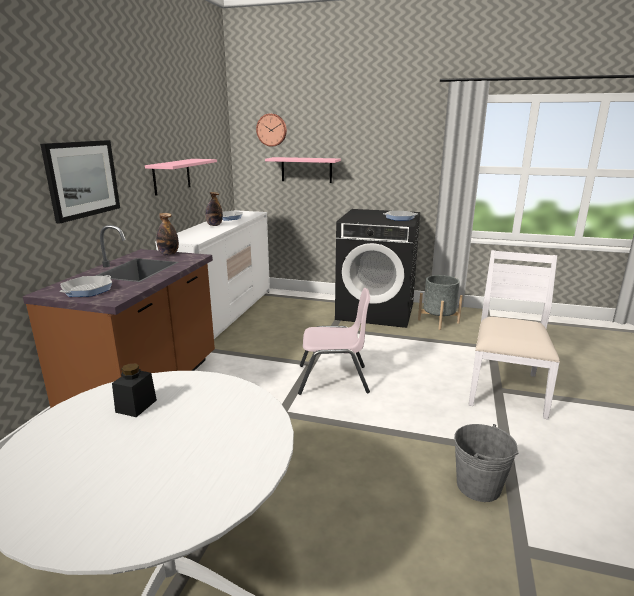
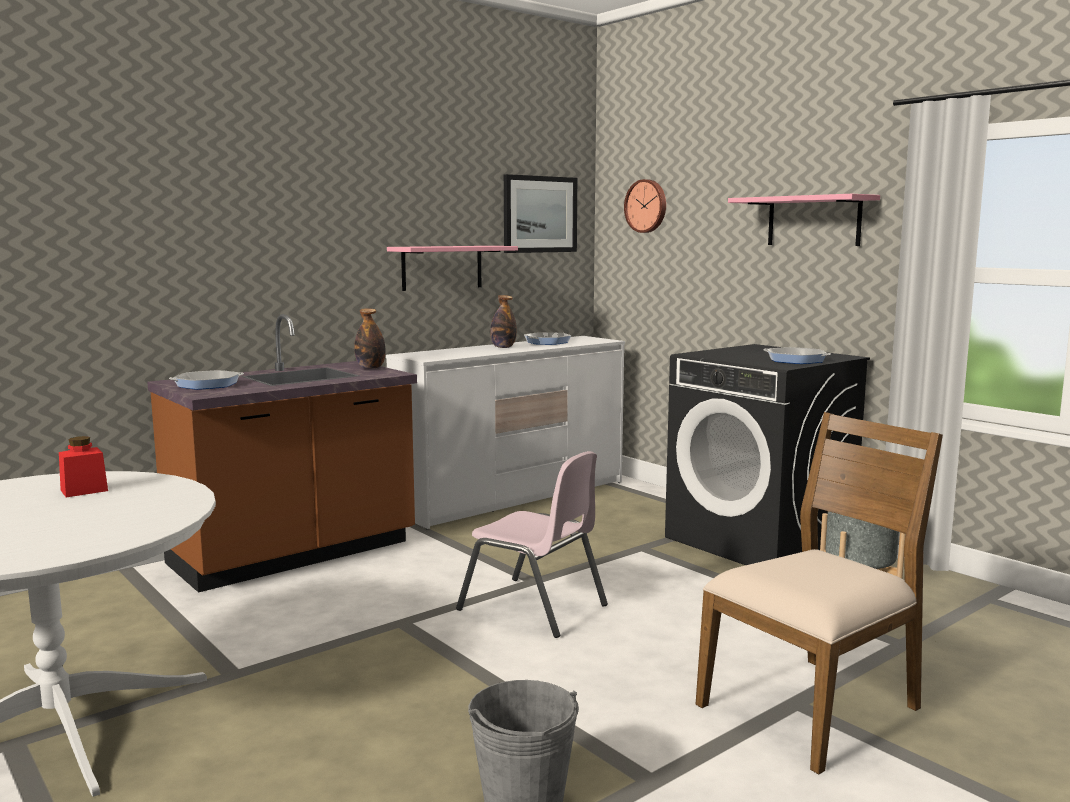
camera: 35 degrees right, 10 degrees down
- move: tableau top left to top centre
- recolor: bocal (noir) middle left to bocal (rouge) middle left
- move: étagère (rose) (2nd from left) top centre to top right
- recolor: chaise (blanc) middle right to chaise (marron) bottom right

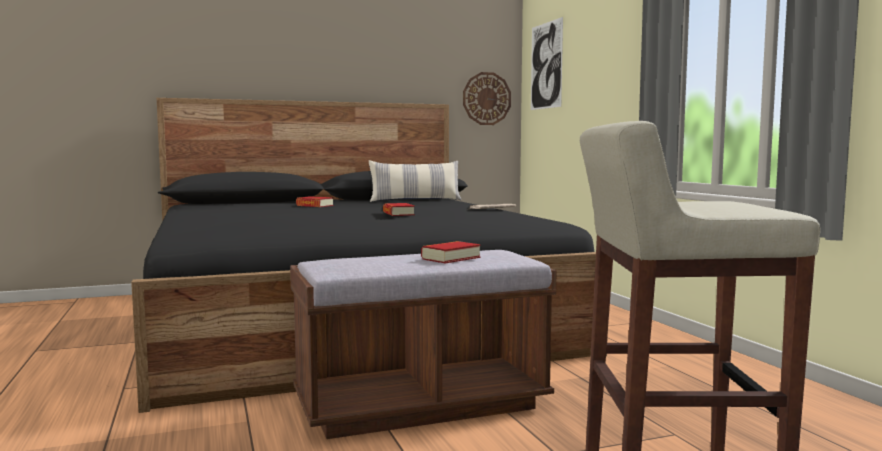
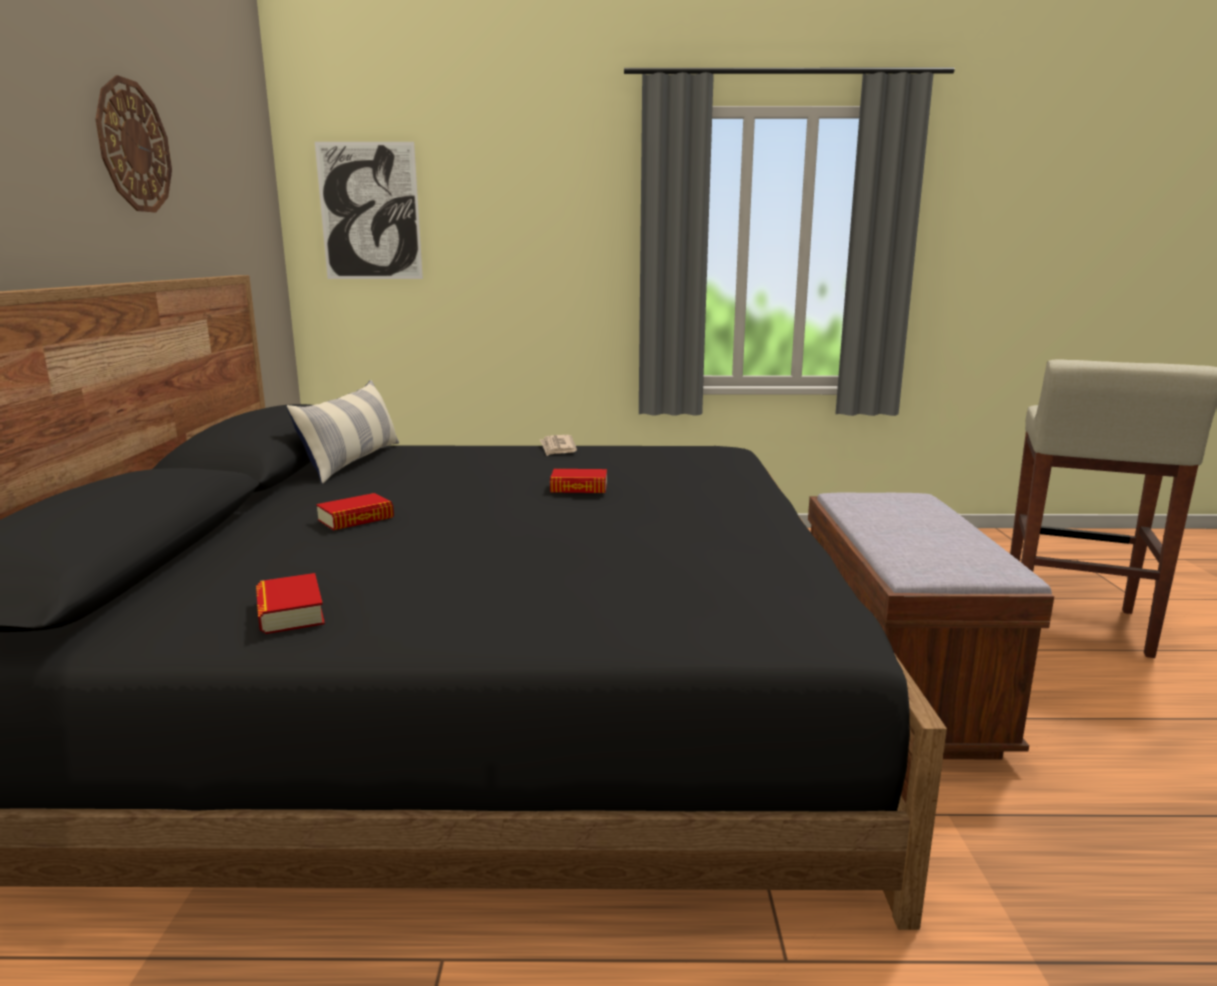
camera: 70 degrees left, 10 degrees up
- move: livre (3rd from left in the first image) centre to livre (1st from left) middle left
- move: horloge murale top centre to top left

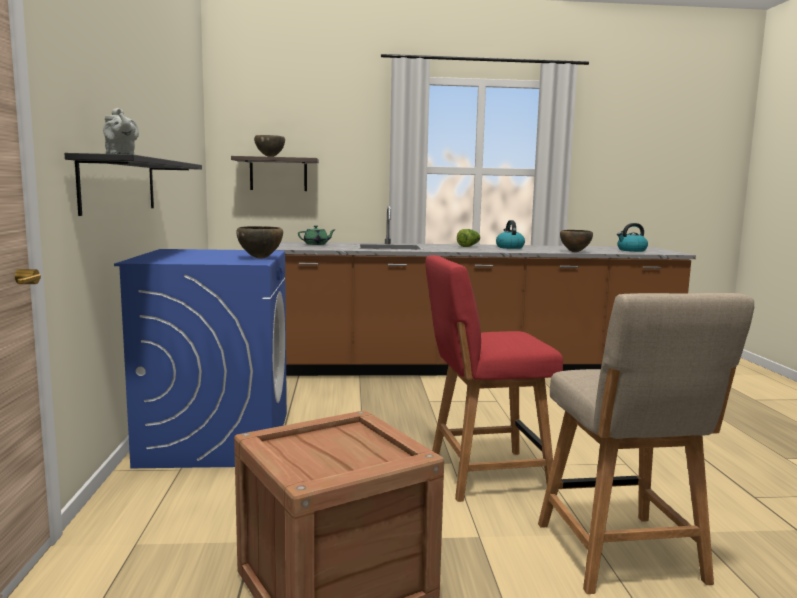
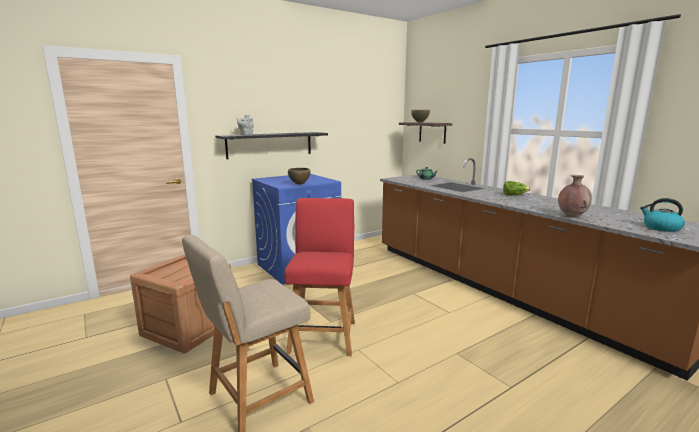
camera: 60 degrees right, 5 degrees up
- rotate: chaise (rouge) centre = centre 45 degrees clockwise
- delete: bouilloire (1st from left) centre
- replace: bol (marron) (3rd from left) middle right to vase (marron) middle right

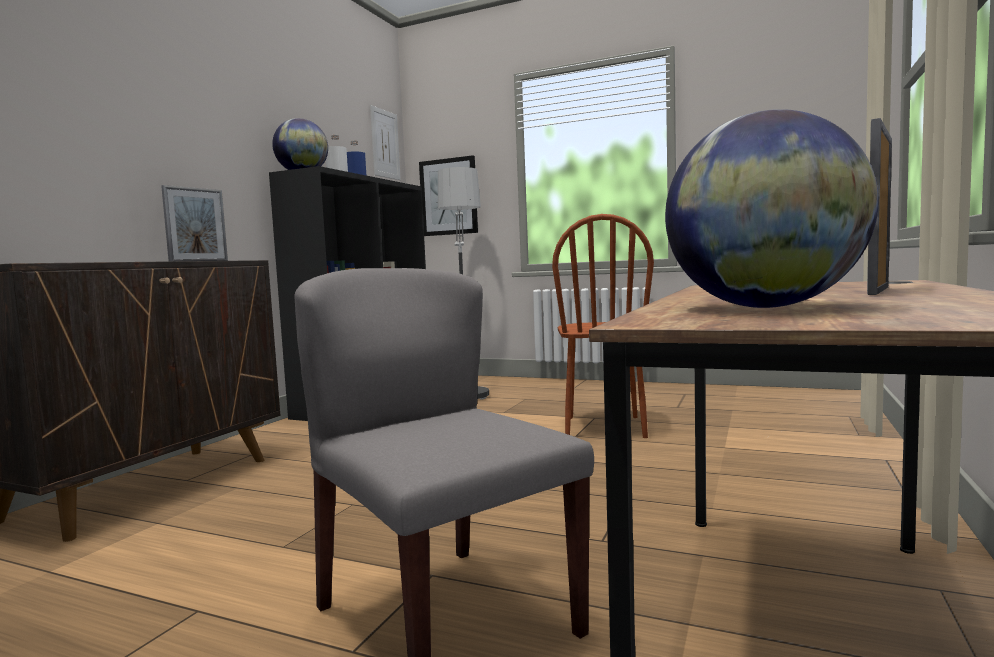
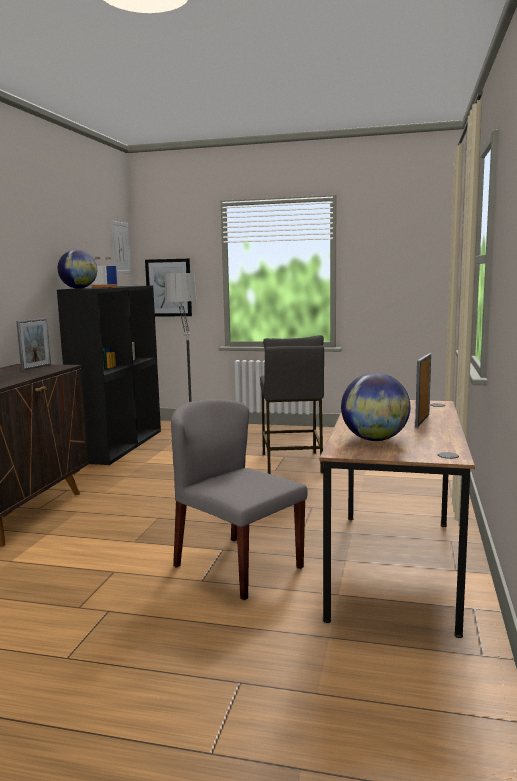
camera: 10 degrees left, 5 degrees up
- replace: chaise (marron) centre to tabouret (gris) centre

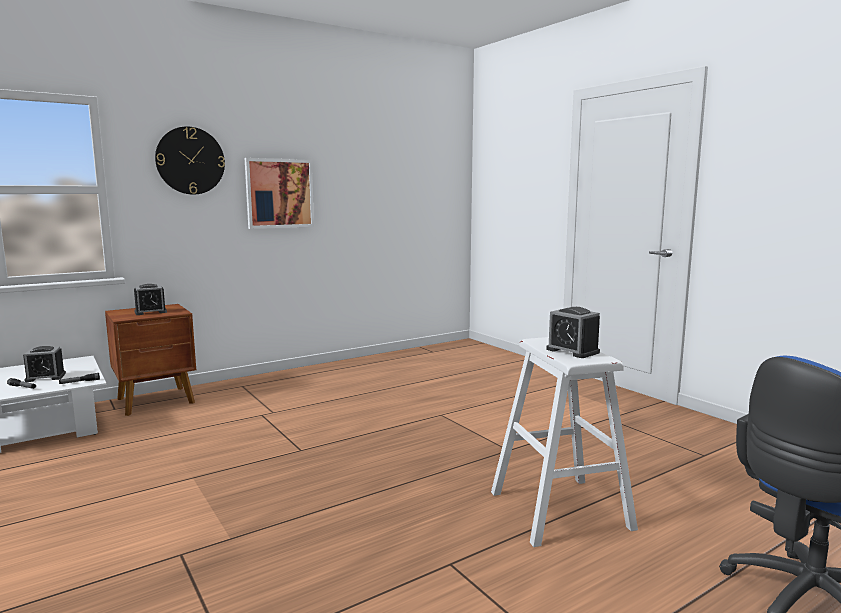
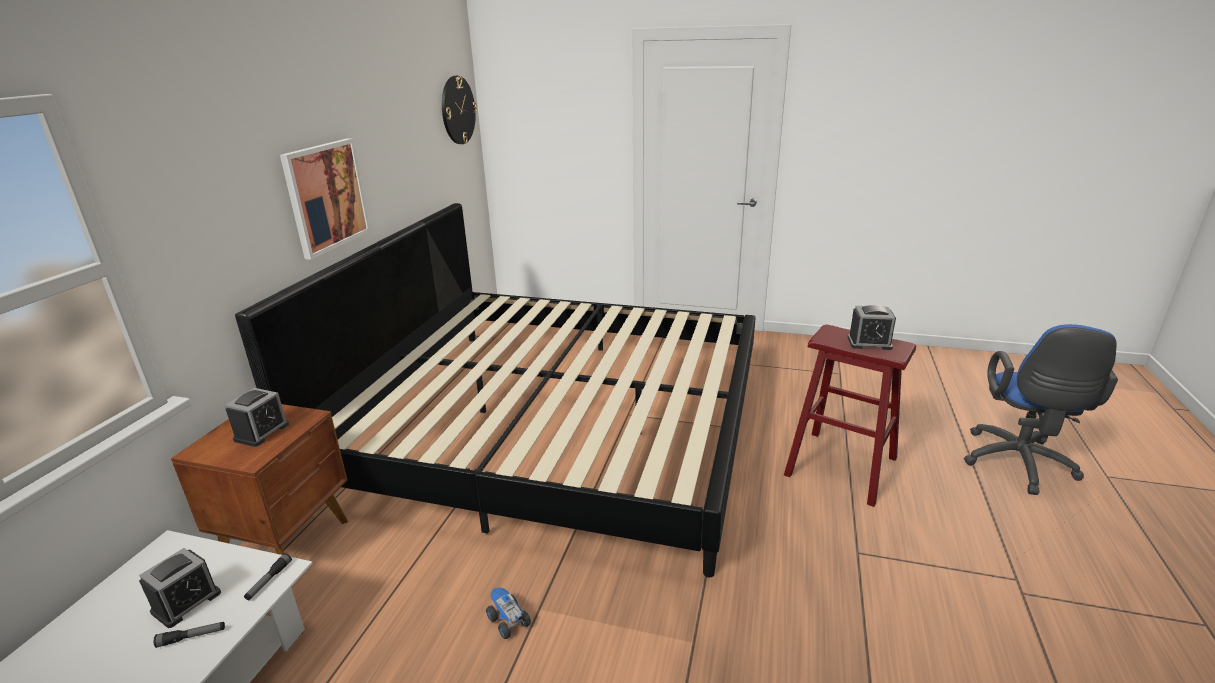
camera: 40 degrees left, 15 degrees up
- move: horloge murale top left to top centre
- recolor: tabouret (blanc) bottom right to tabouret (rouge) middle right
- insert: lit centre
- insert: camion jouet bottom centre

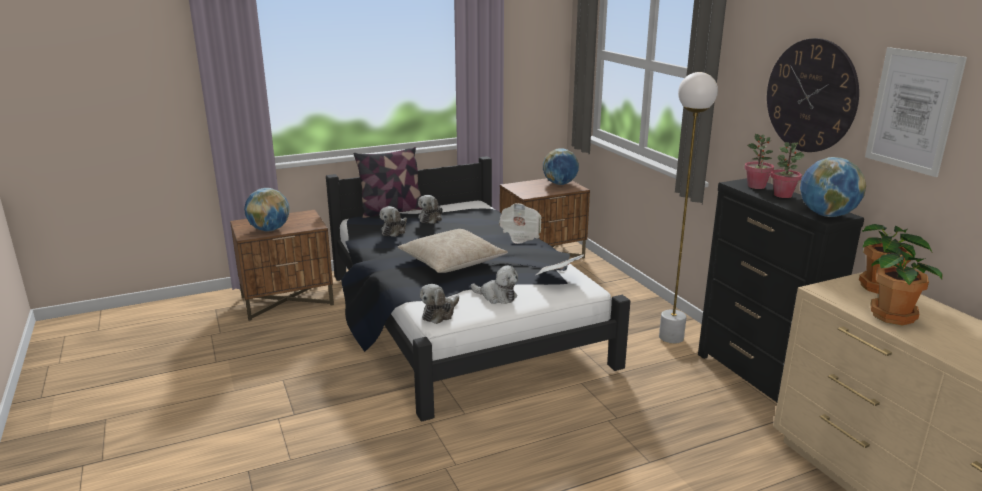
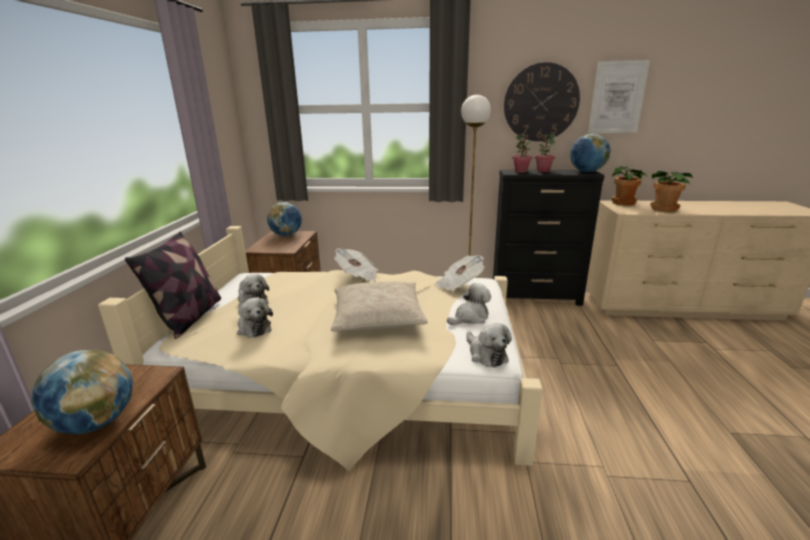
camera: 60 degrees left, 0 degrees up
- recolor: lit (noir) centre to lit (beige) centre

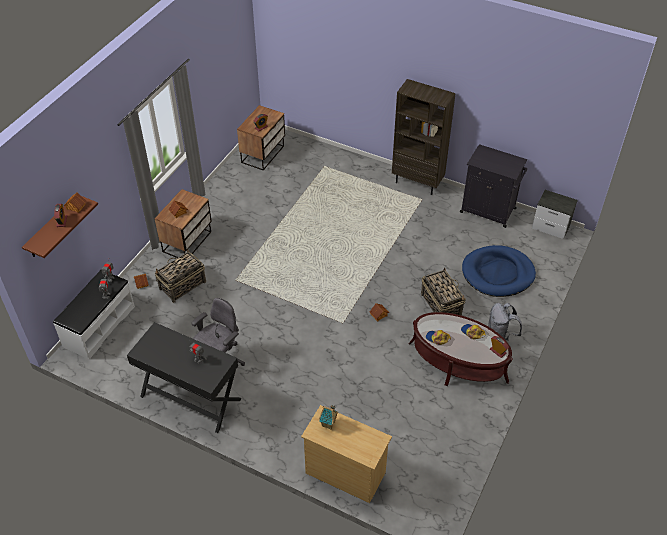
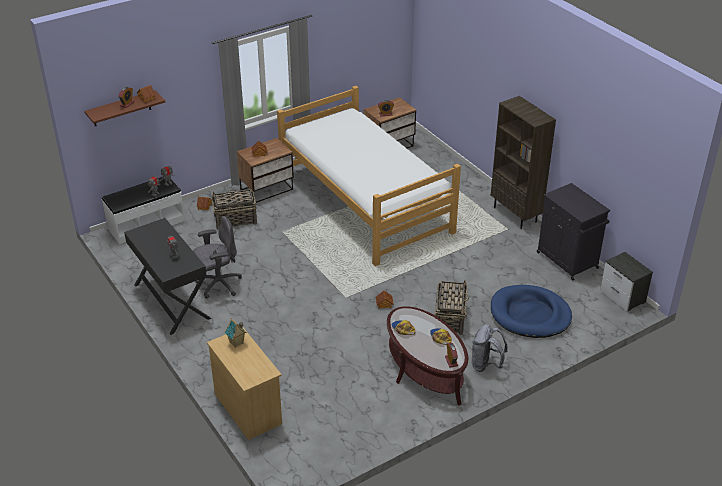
camera: 30 degrees right, 10 degrees down
- insert: lit centre

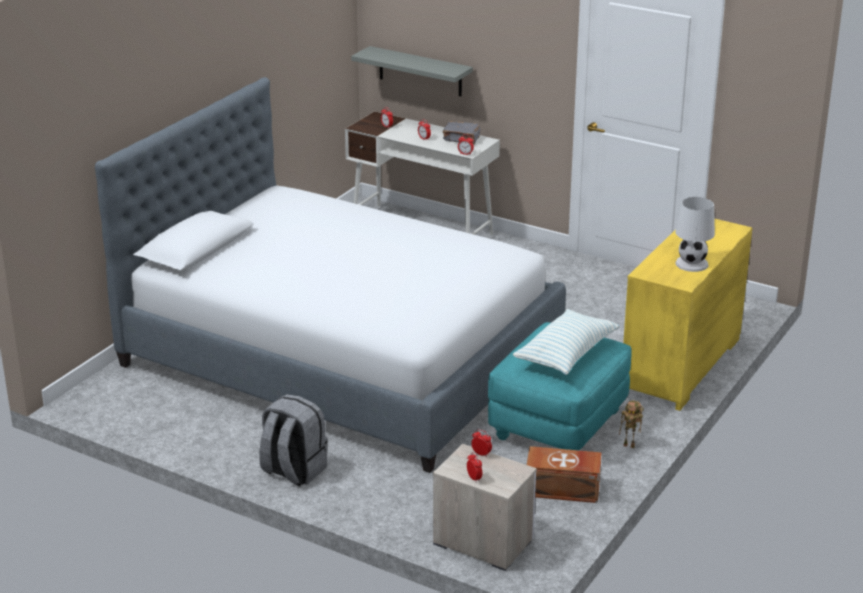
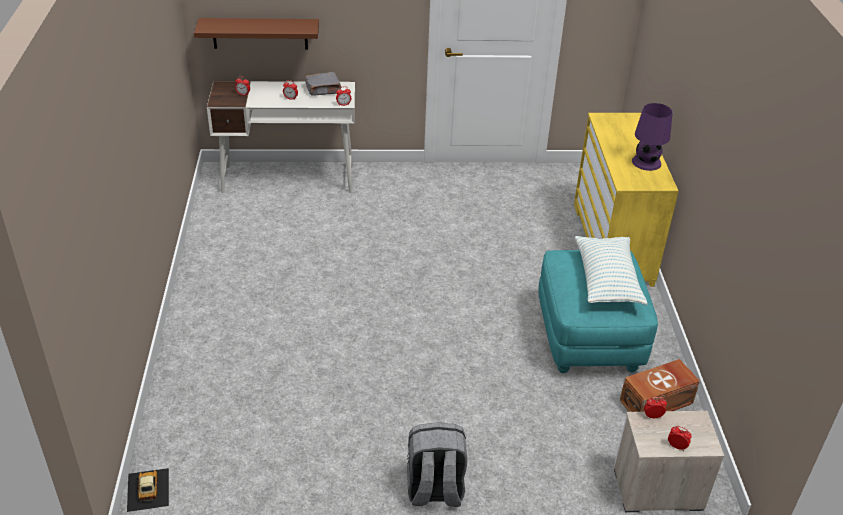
camera: 35 degrees left, 10 degrees up
- delete: lit centre
- recolor: étagère (gris) top centre to étagère (marron) top left
- delete: robot jouet bottom right
- recolor: lampe de table (blanc) middle right to lampe de table (violet) top right
- insert: petite voiture bottom left

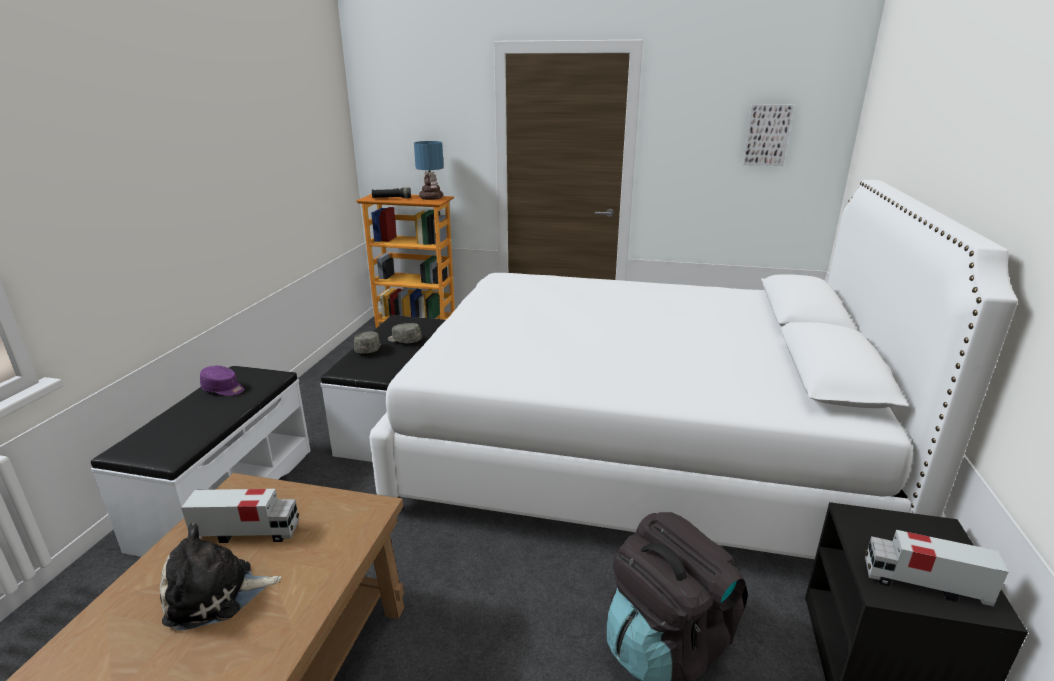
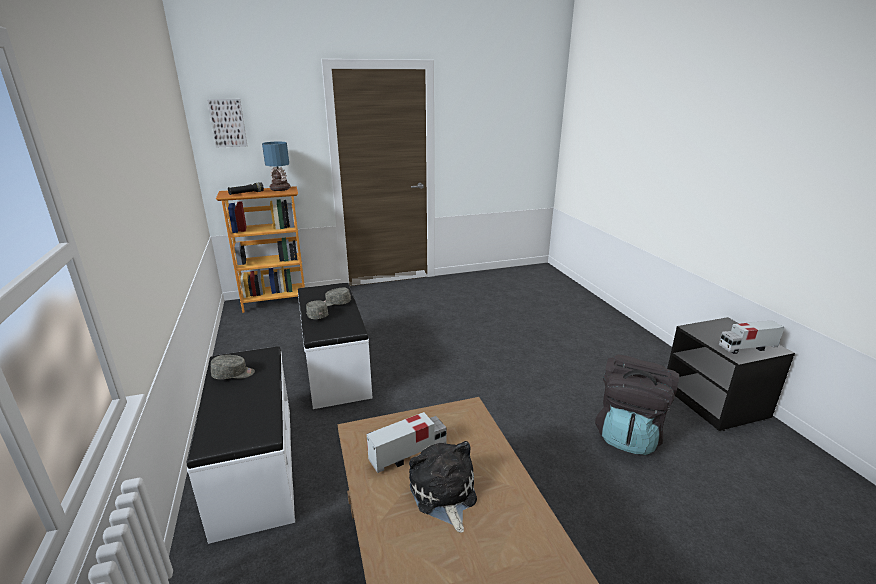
camera: 30 degrees left, 0 degrees up
- rotate: peluche bottom left = bottom centre 120 degrees clockwise
- recolor: casquette (violet) middle left to casquette (gris) (1st from left) middle left
- delete: lit (blanc) centre
- move: tableau top right to top left

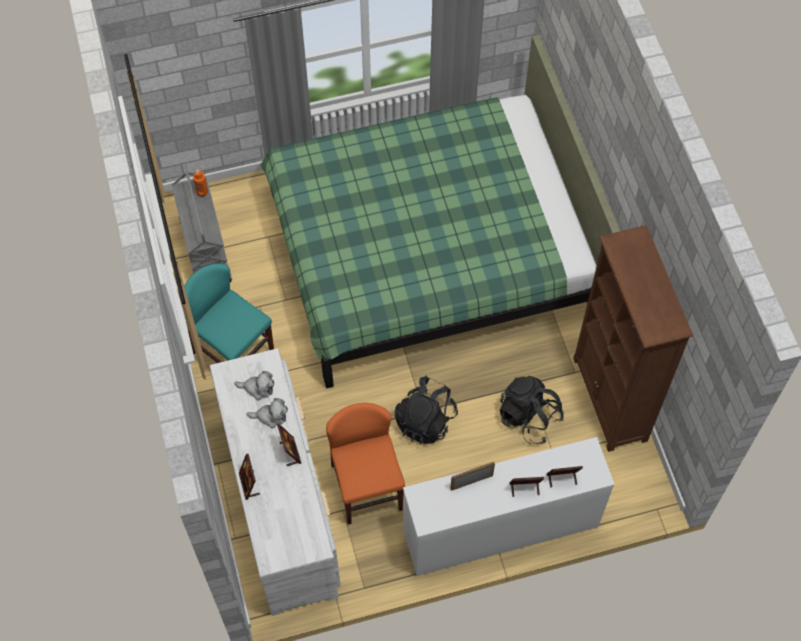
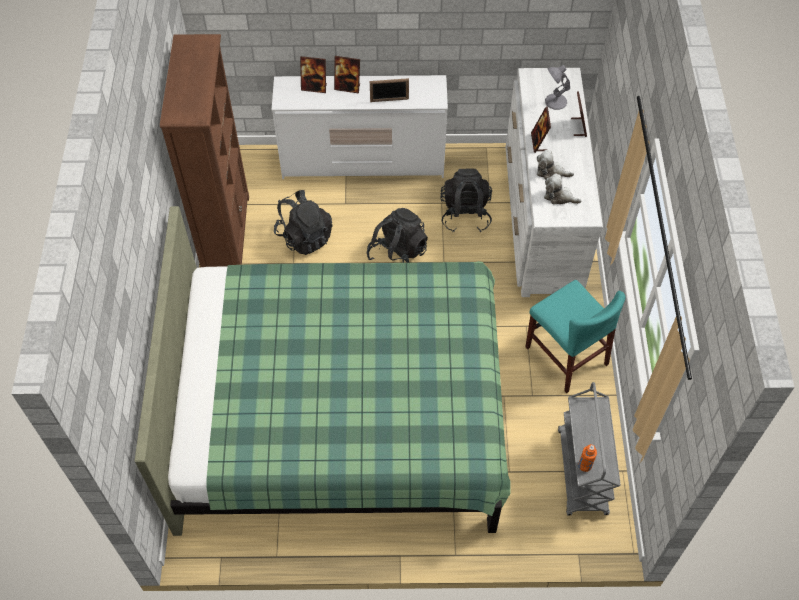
camera: 165 degrees left, 5 degrees down
- replace: chaise (orange) bottom centre to sac à dos (noir) (3rd from left) centre
- insert: lampe de table (gris) top right

